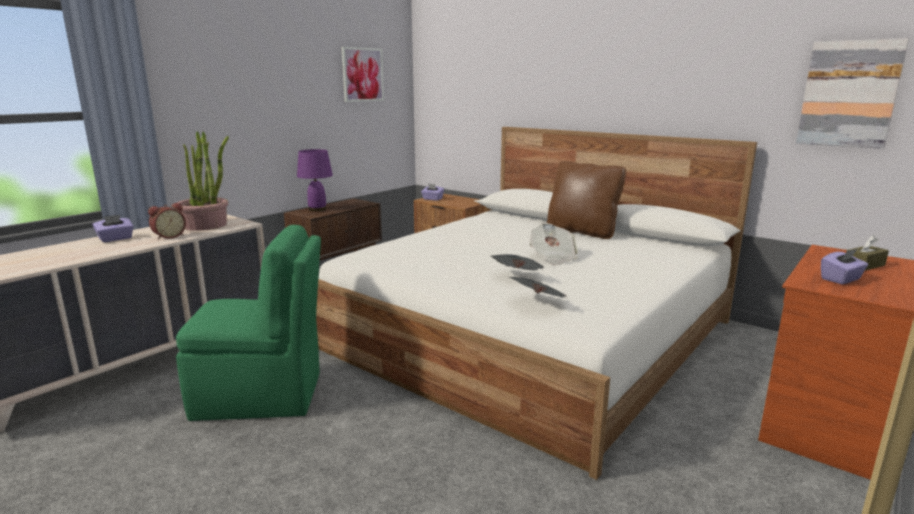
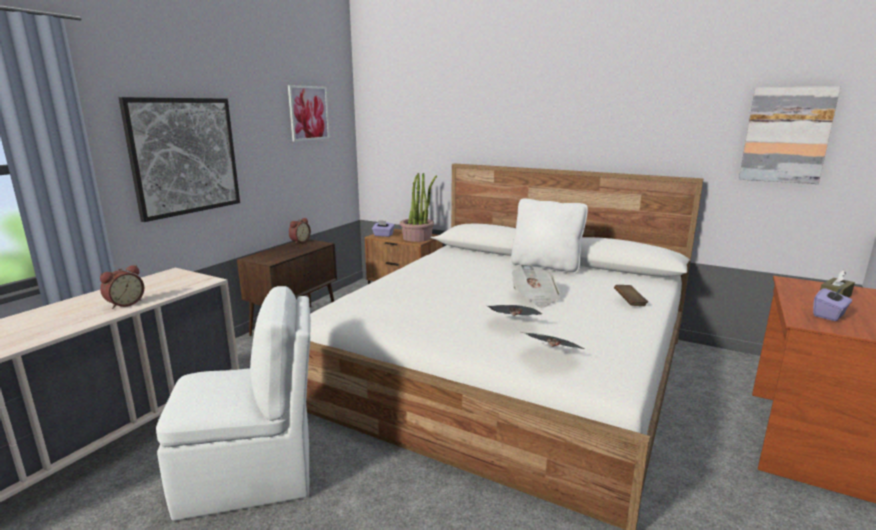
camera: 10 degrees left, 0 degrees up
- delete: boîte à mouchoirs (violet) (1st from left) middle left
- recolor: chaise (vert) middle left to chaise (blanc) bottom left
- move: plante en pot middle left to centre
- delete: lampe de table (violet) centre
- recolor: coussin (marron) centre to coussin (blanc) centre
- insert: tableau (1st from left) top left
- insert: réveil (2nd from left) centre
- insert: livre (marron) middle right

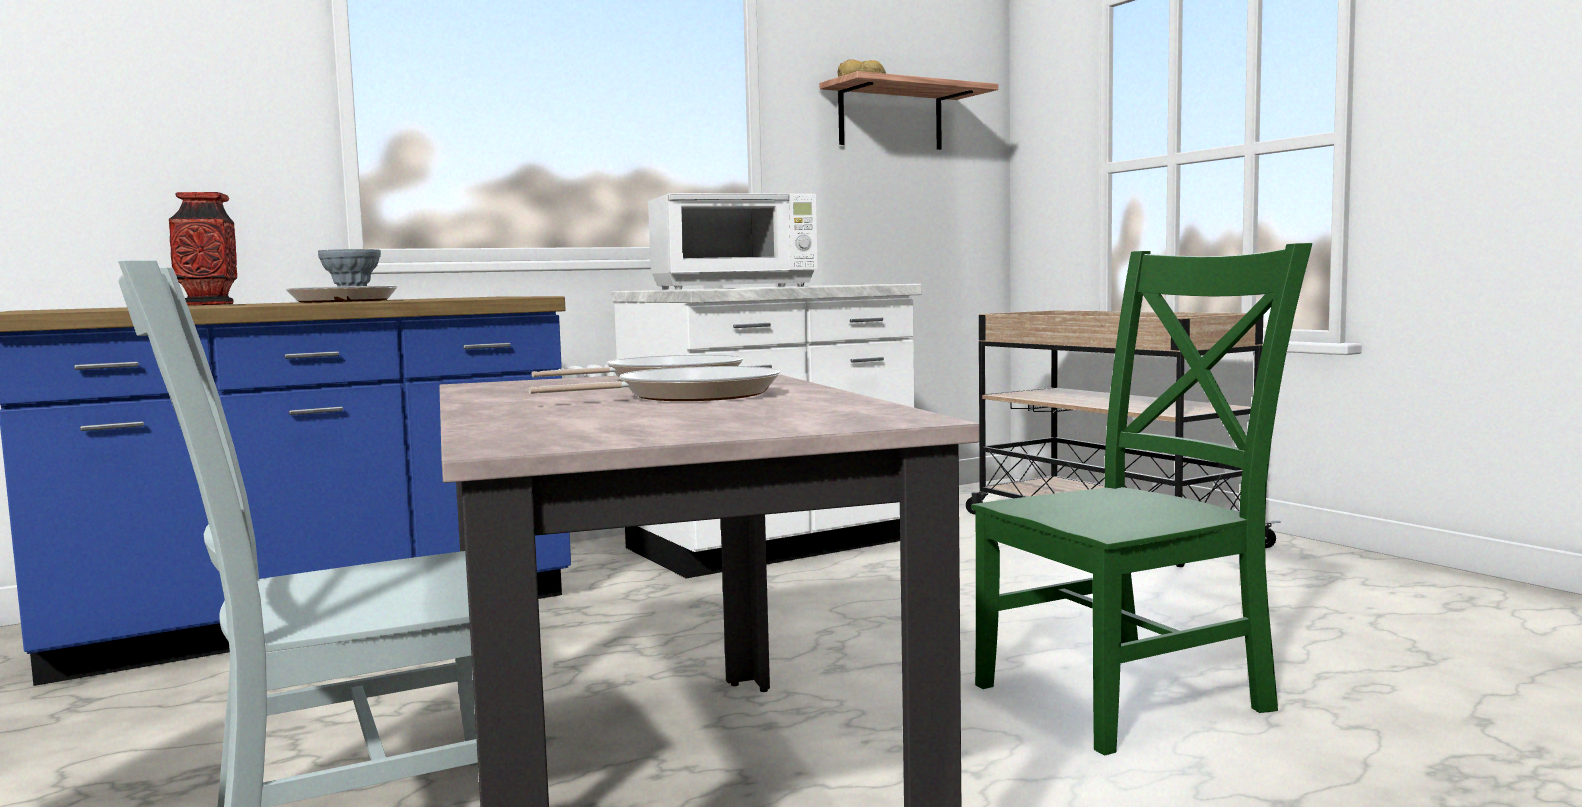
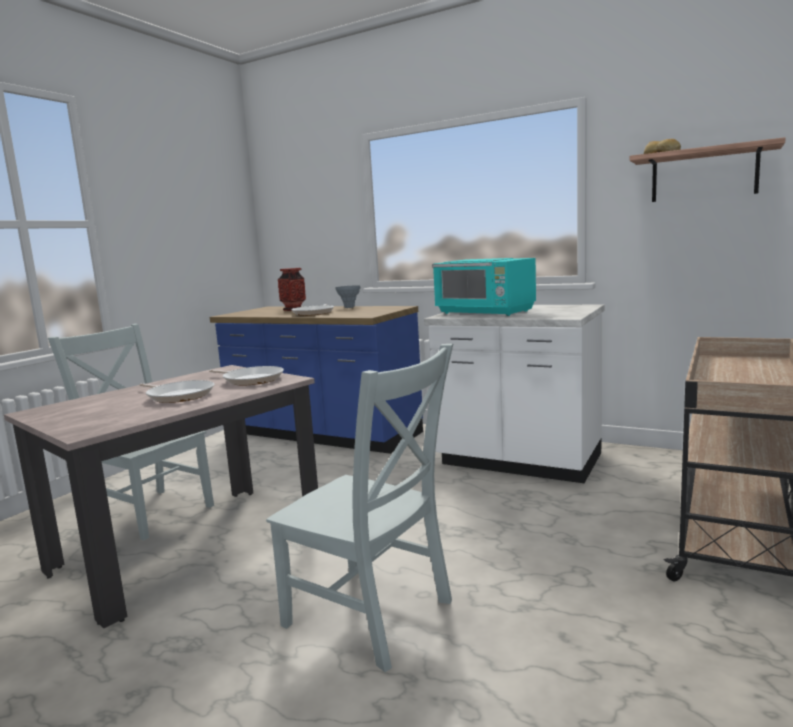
camera: 60 degrees right, 5 degrees up
- recolor: micro-ondes (blanc) top centre to micro-ondes (turquoise) centre
- recolor: chaise (vert) middle right to chaise (gris) (2nd from left) bottom centre

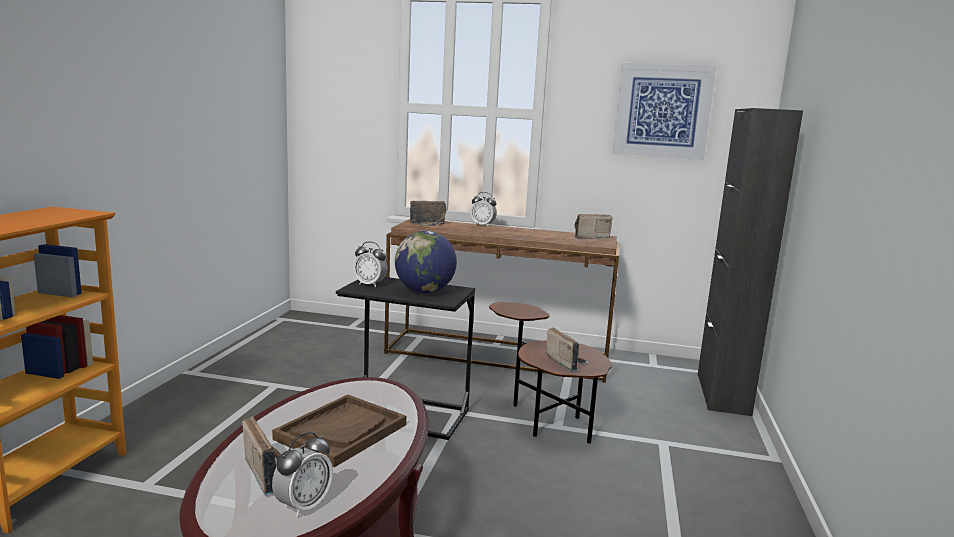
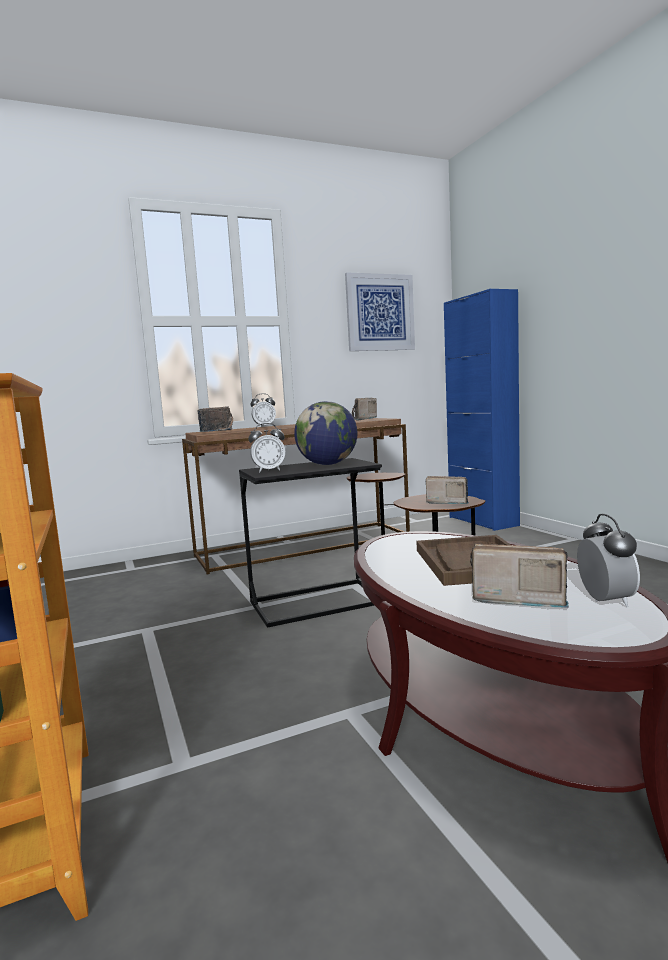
camera: 35 degrees left, 5 degrees down
- recolor: meuble de rangement (noir) middle right to meuble de rangement (bleu) middle right

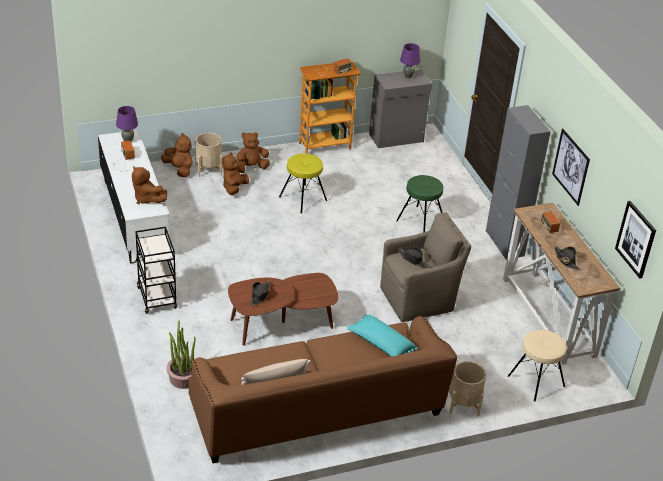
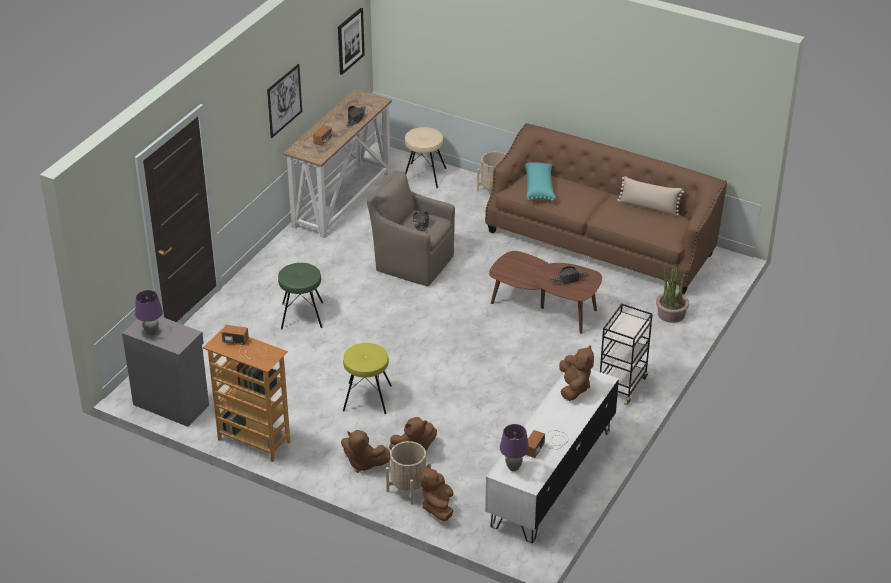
camera: 130 degrees left, 0 degrees up
- delete: meuble de rangement (gris) (2nd from left) middle right

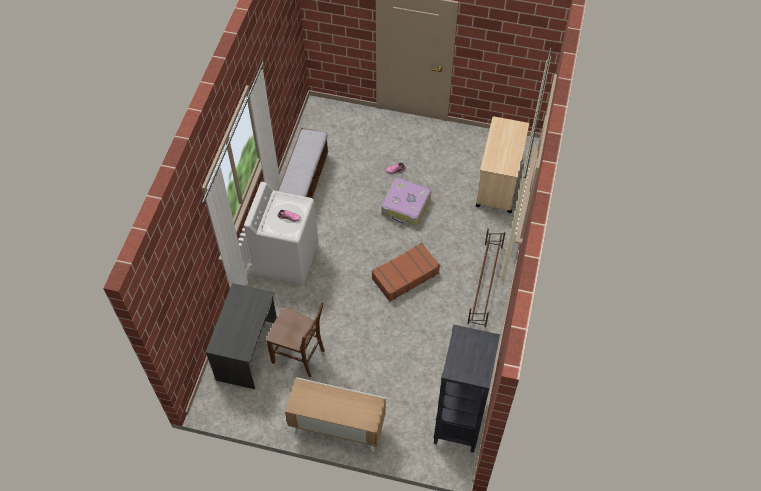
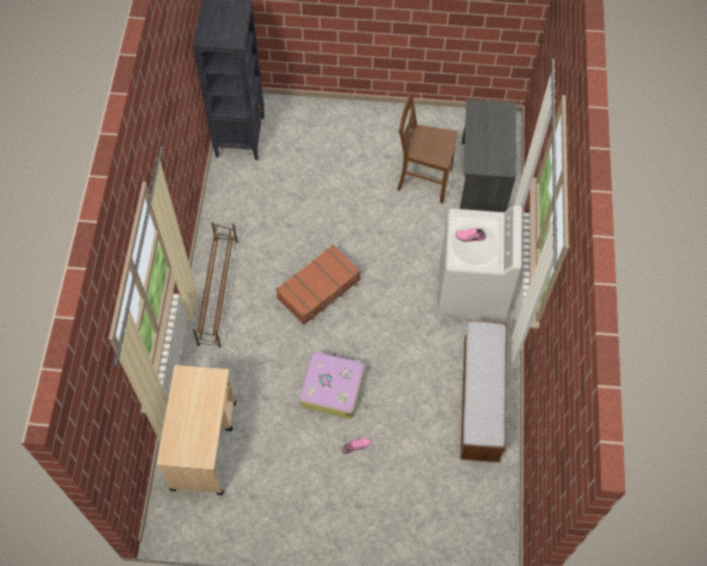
camera: 170 degrees right, 5 degrees up
- delete: meuble de rangement bottom centre

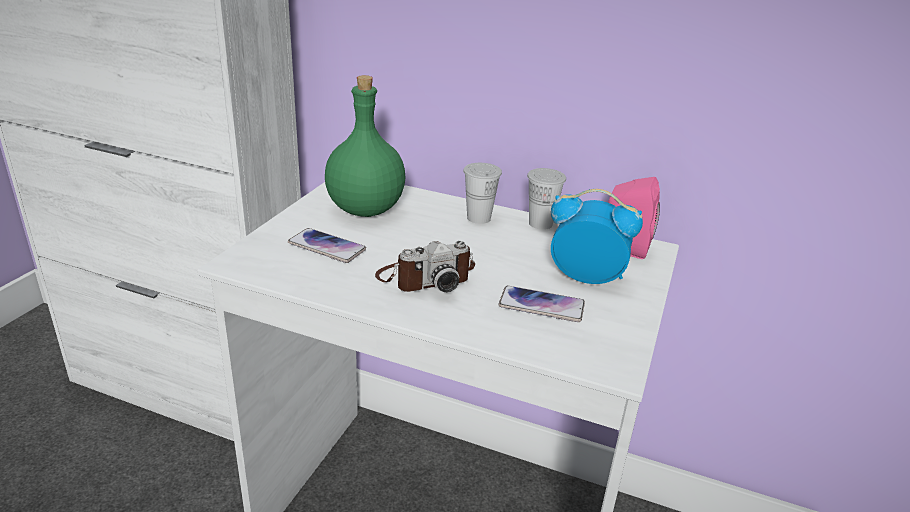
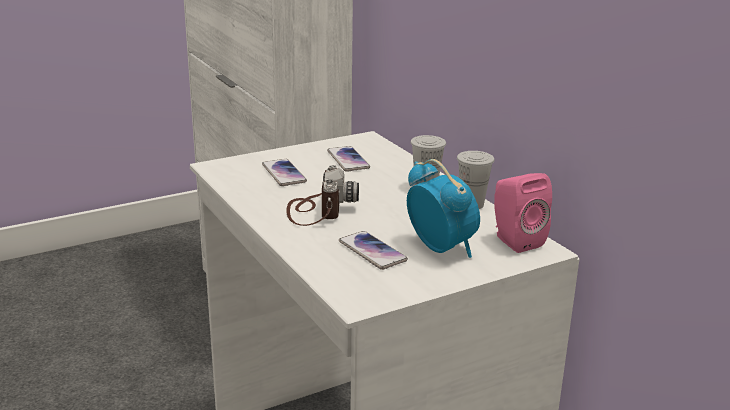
camera: 40 degrees right, 5 degrees down
- replace: bouteille (vert) top centre to téléphone (2nd from left) centre
- rotate: appareil photo centre = centre 105 degrees counterclockwise

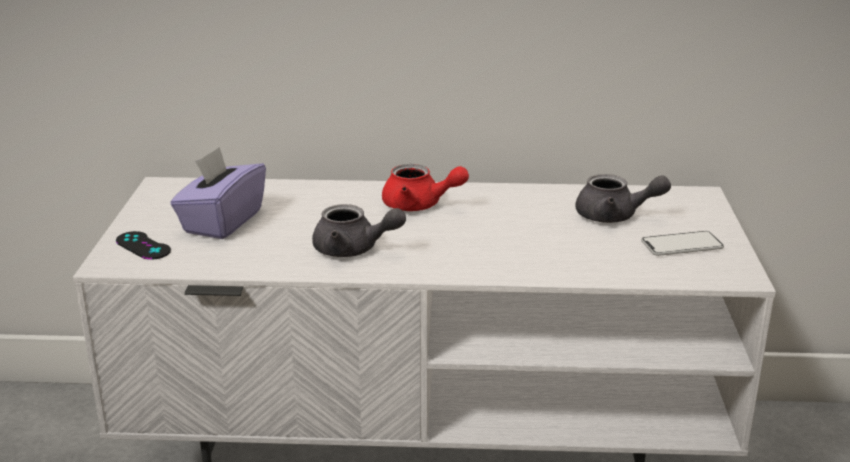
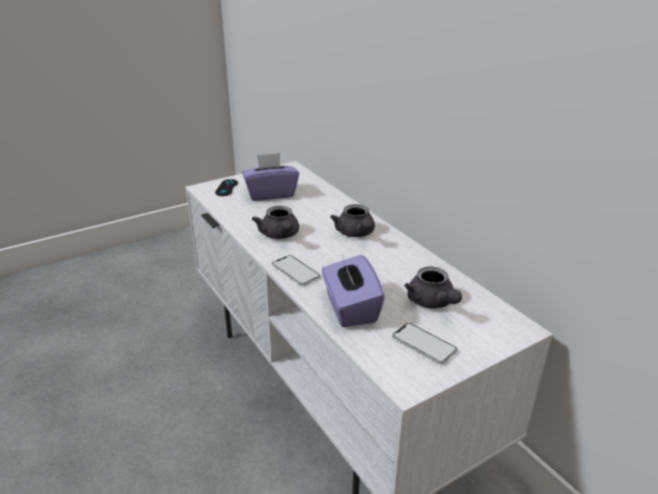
camera: 55 degrees right, 5 degrees up
- recolor: théière (rouge) centre to théière (gris) (2nd from left) centre
- insert: téléphone (1st from left) centre
- insert: boîte à mouchoirs (violet) (2nd from left) centre

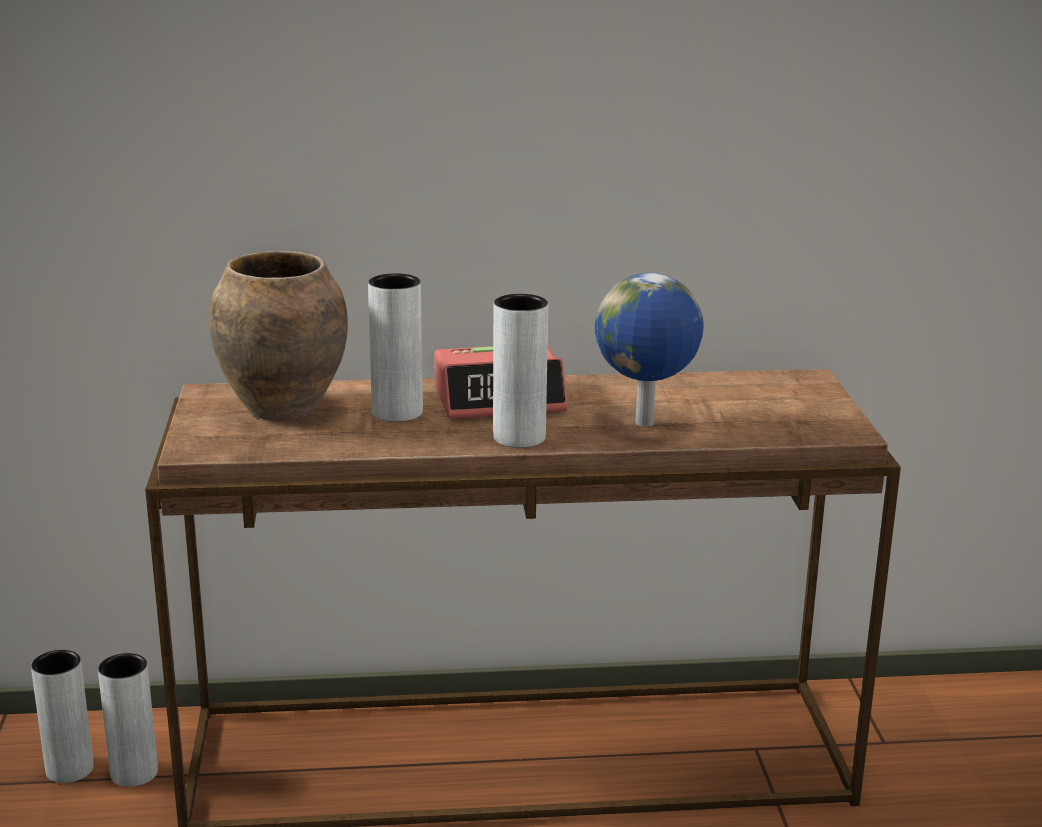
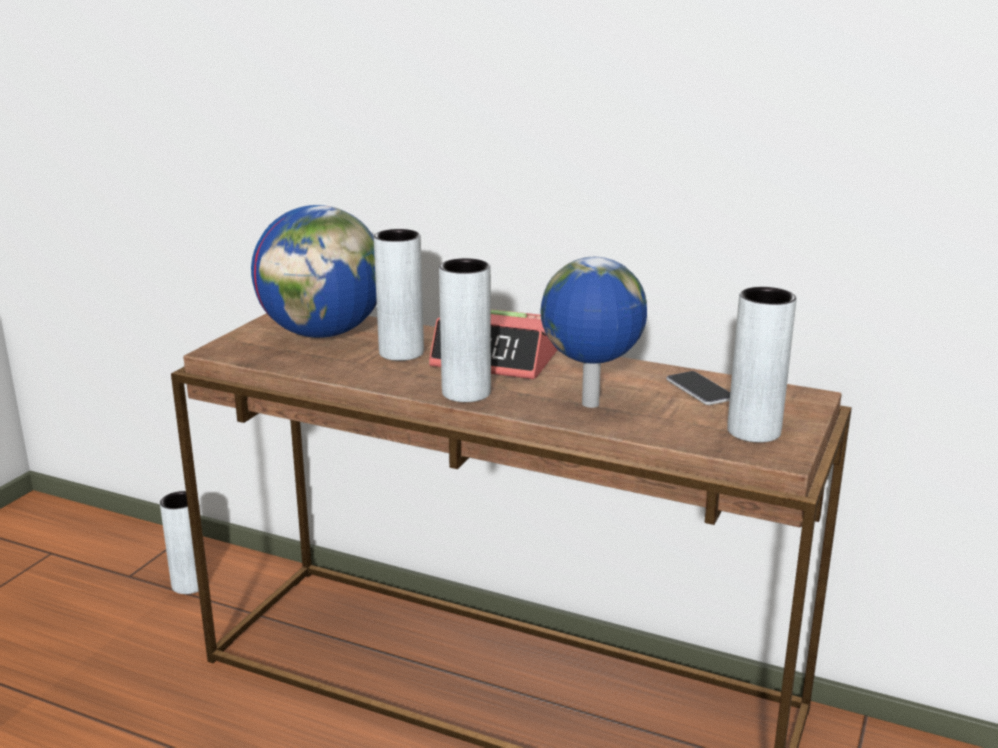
camera: 30 degrees right, 0 degrees up
- move: vase (gris) (2nd from left in the first image) bottom left to vase (gris) (4th from left) middle right
- replace: vase (marron) middle left to globe (1st from left) middle left
- insert: téléphone middle right

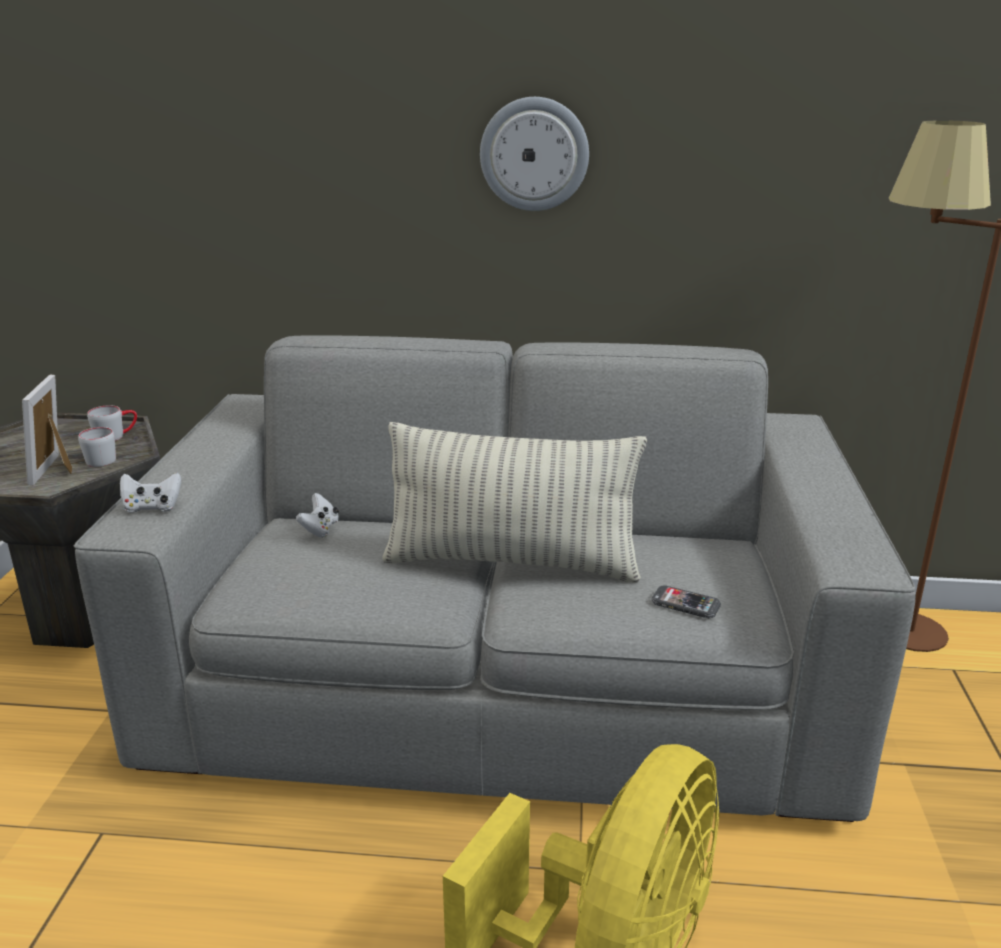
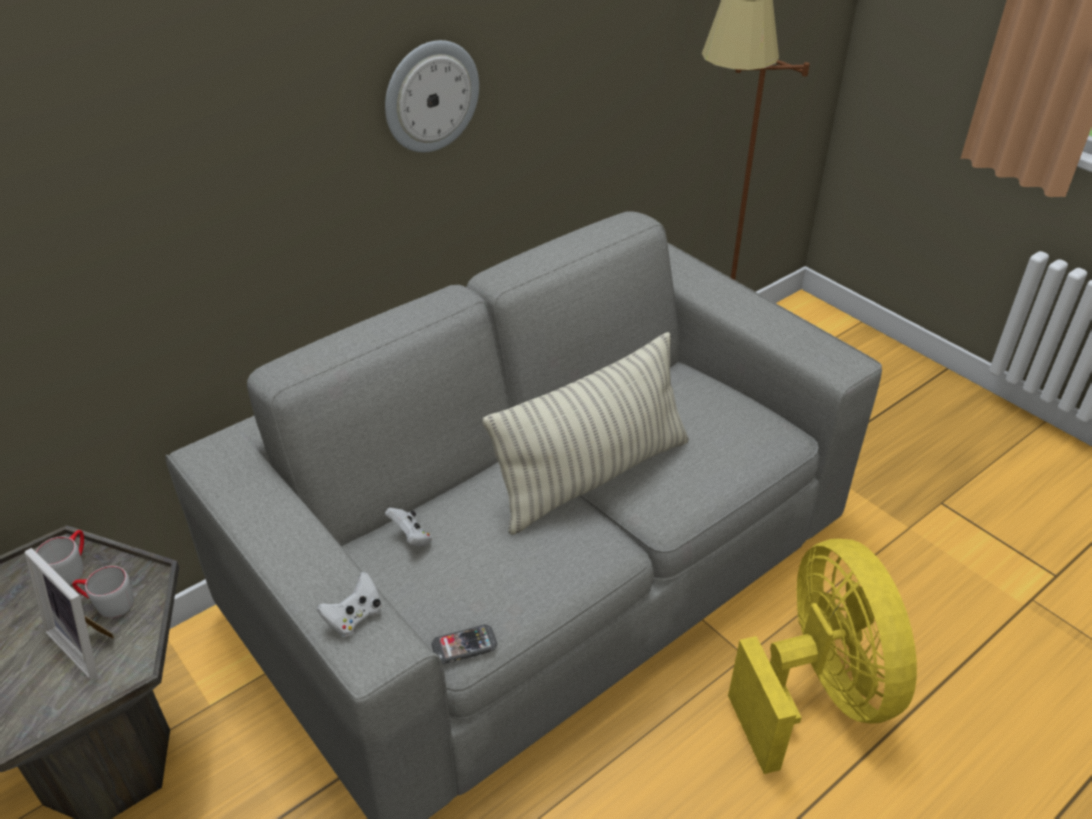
camera: 45 degrees left, 15 degrees up
- move: téléphone middle right to bottom centre

